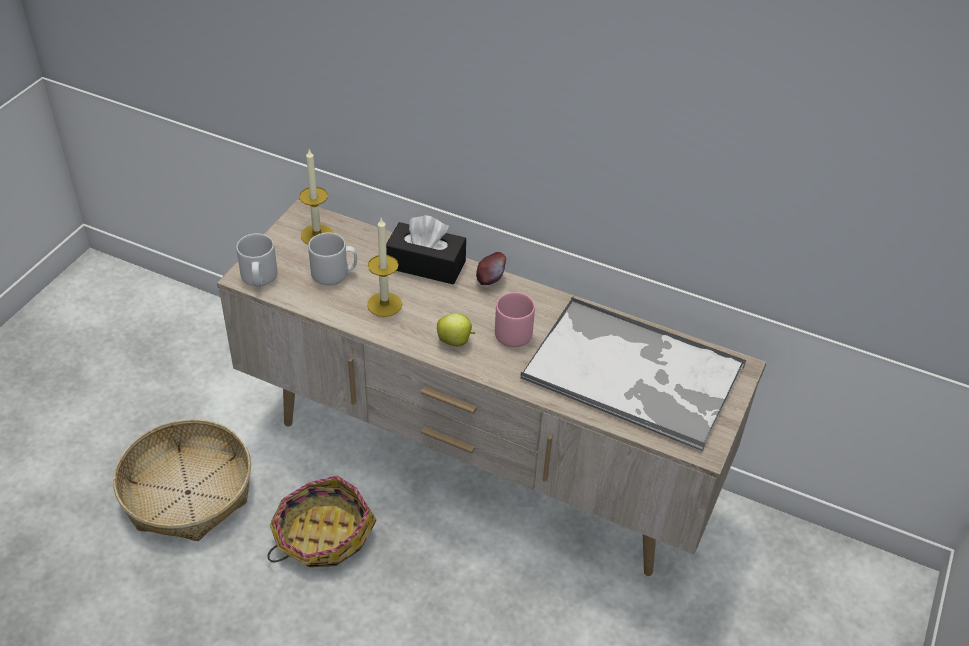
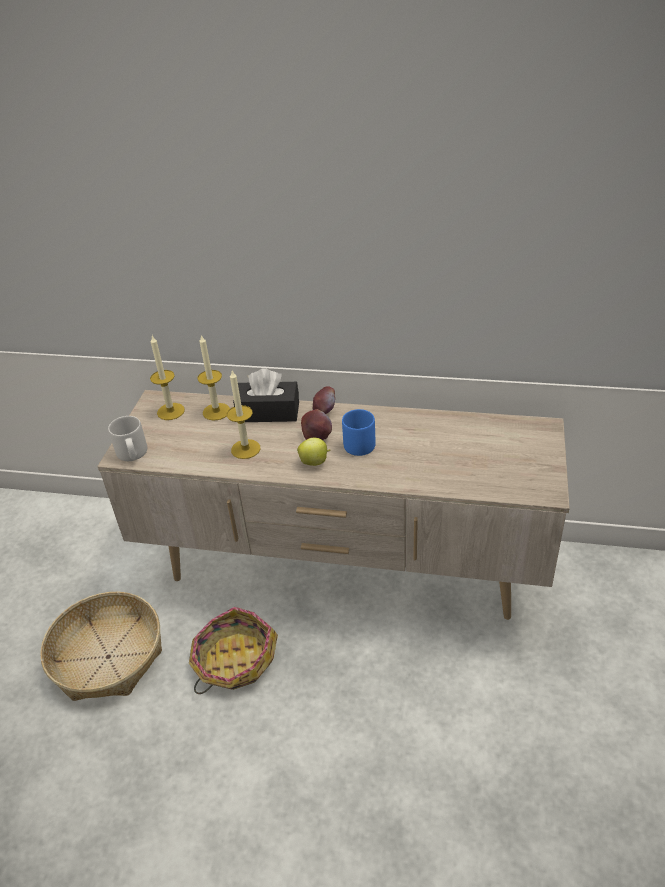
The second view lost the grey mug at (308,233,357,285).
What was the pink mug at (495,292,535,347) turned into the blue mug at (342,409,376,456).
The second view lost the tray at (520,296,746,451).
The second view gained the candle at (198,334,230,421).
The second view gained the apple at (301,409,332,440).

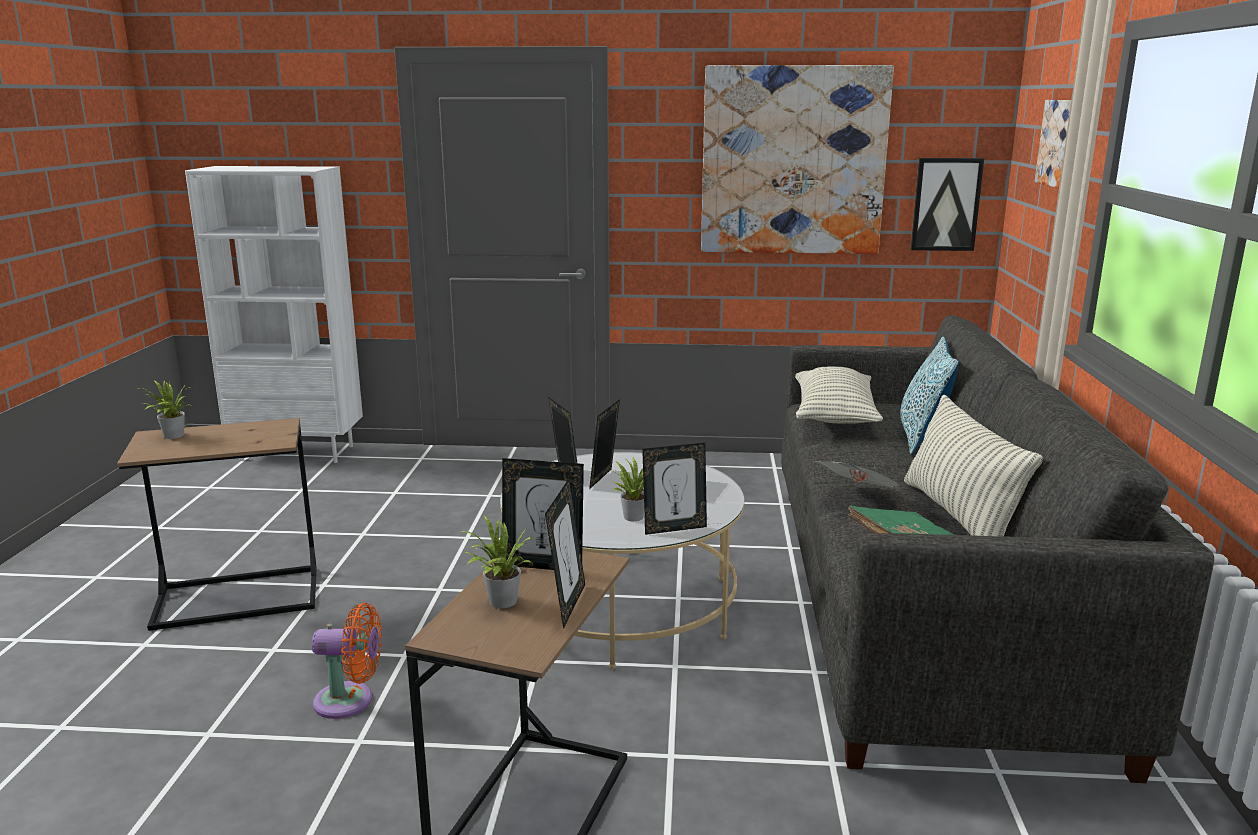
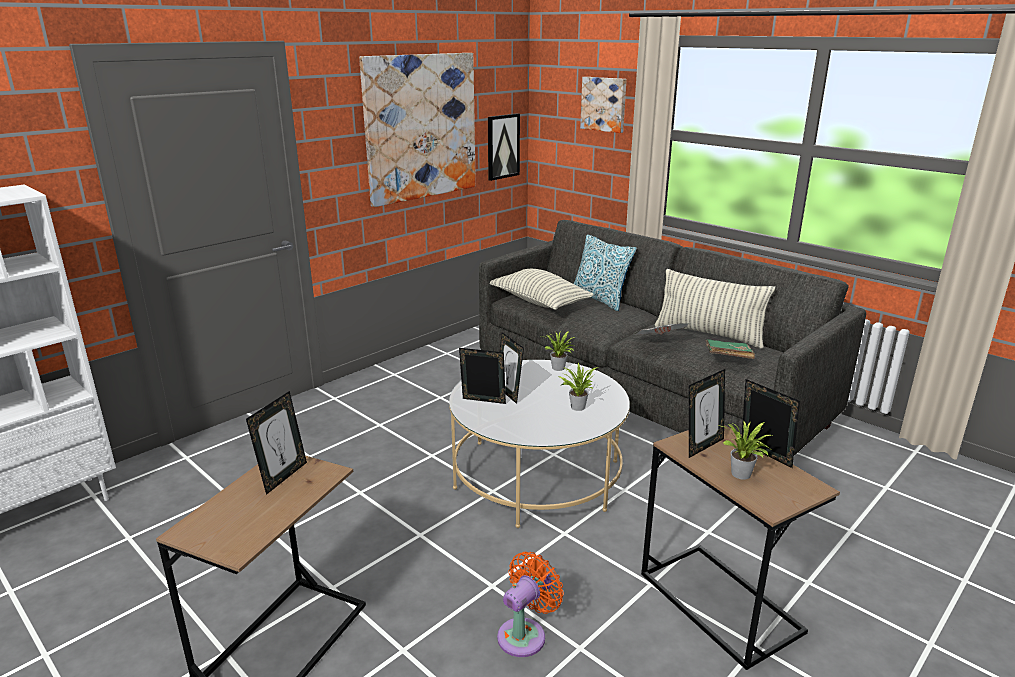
The potted plant ended up elsewhere, having gone from (135,380,190,439) to (539,331,575,371).
The picture frame ended up elsewhere, having gone from (642,443,707,535) to (246,391,307,495).

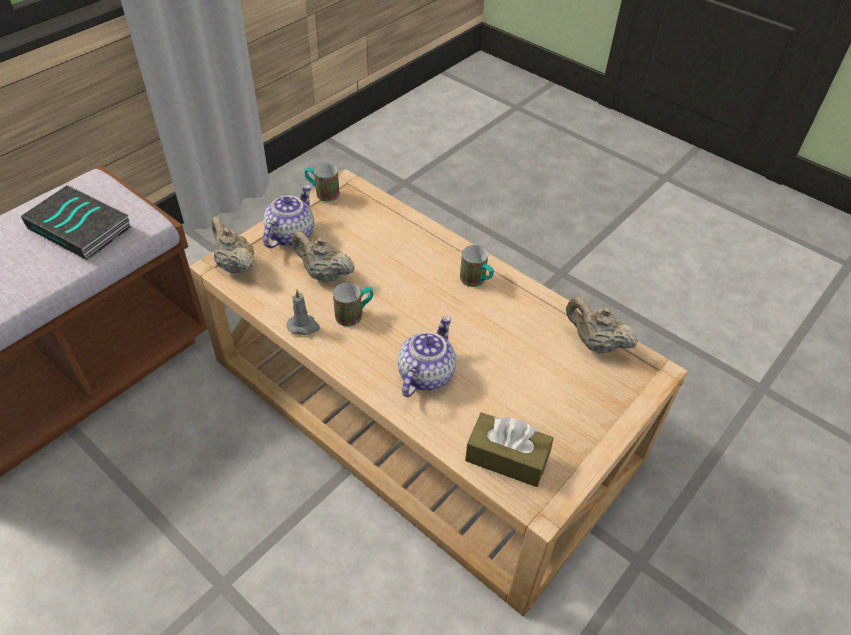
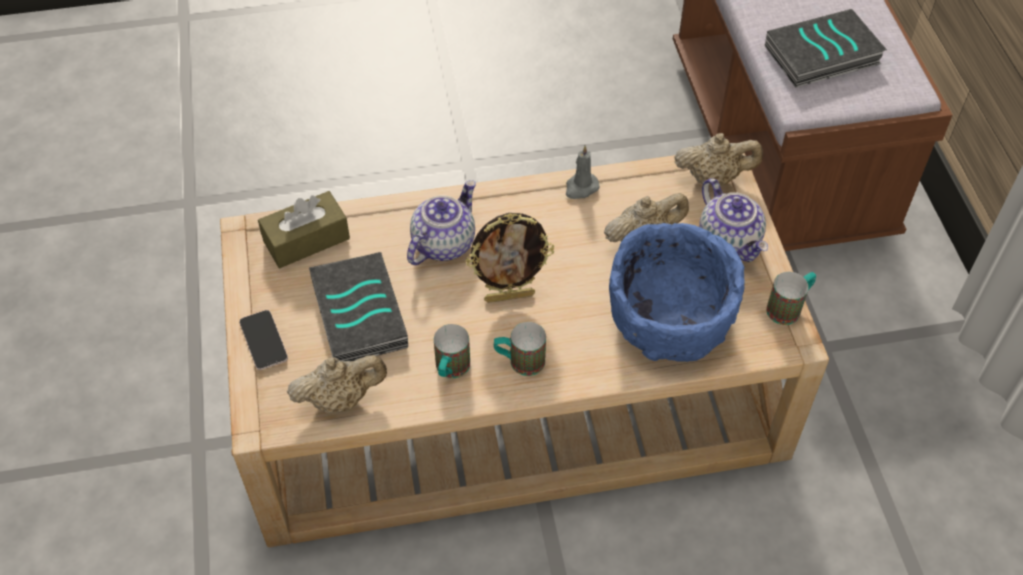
The mug ended up elsewhere, having gone from (333,283,373,327) to (434,324,470,378).
The teapot at (398,316,456,397) ended up facing another way, 120 degrees counterclockwise from before.
The second view gained the phone at (239,310,288,370).
The second view gained the book at (309,252,408,361).
The second view gained the picture frame at (466,213,554,303).
The second view gained the blue bowl at (609,223,745,362).

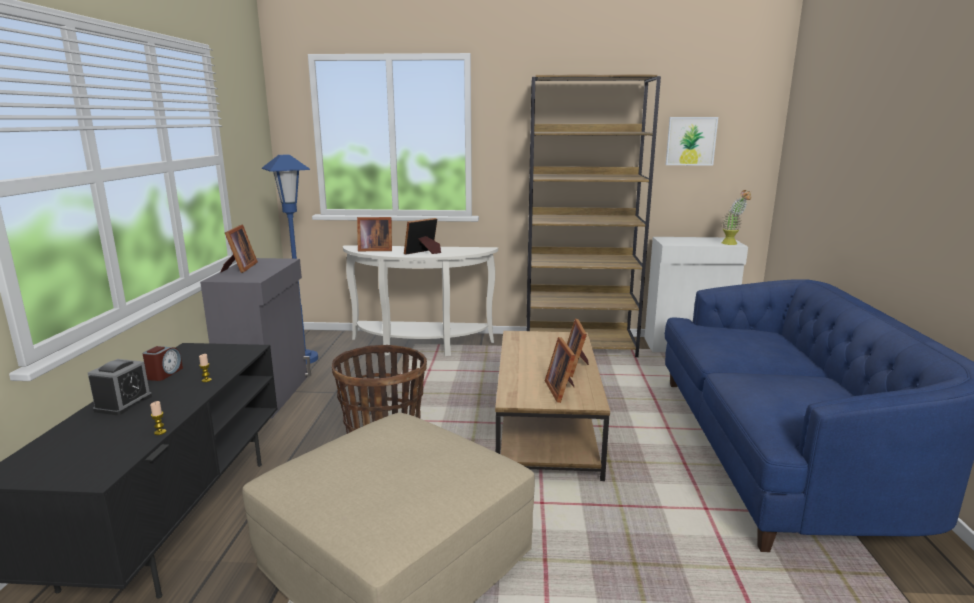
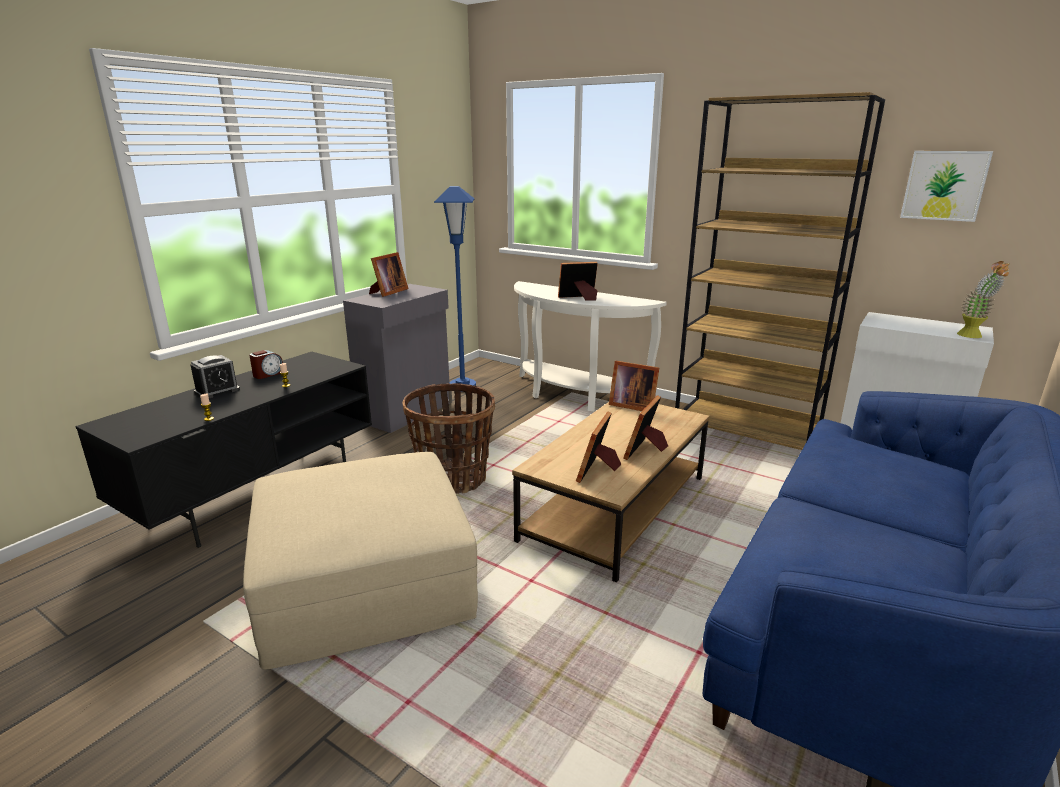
The picture frame ended up elsewhere, having gone from (357,217,392,251) to (609,361,659,411).

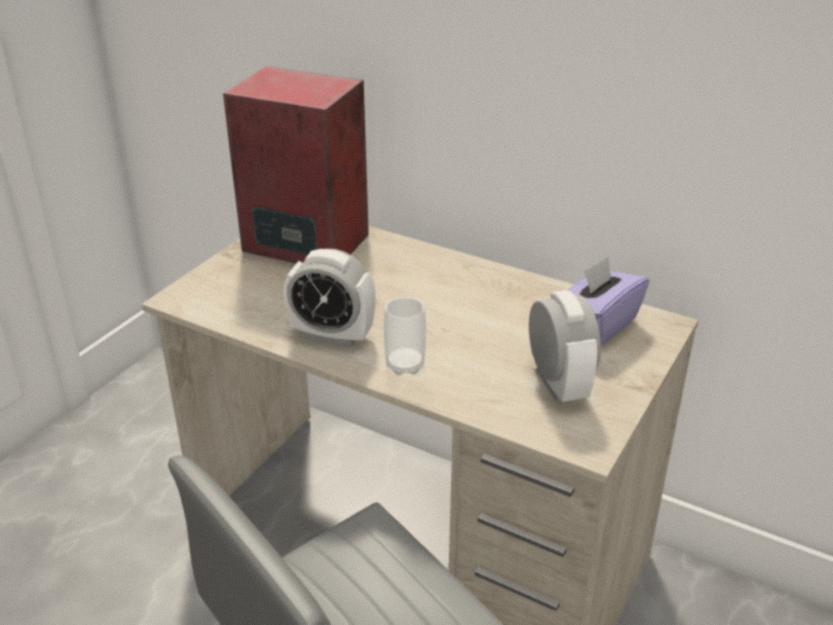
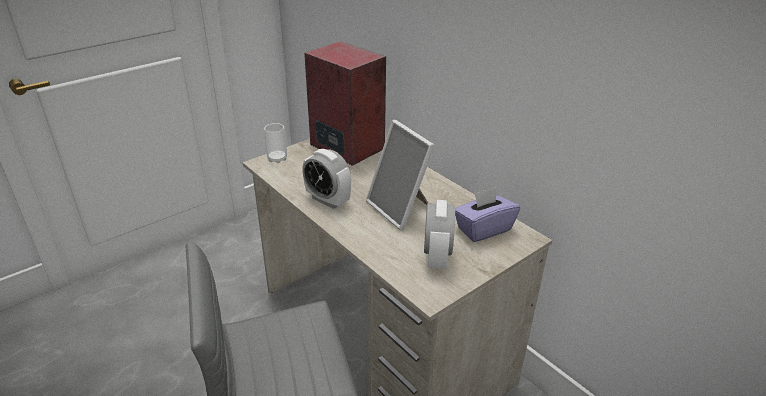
The cup ended up elsewhere, having gone from (384,297,426,375) to (264,123,287,163).
The second view gained the picture frame at (366,120,435,230).

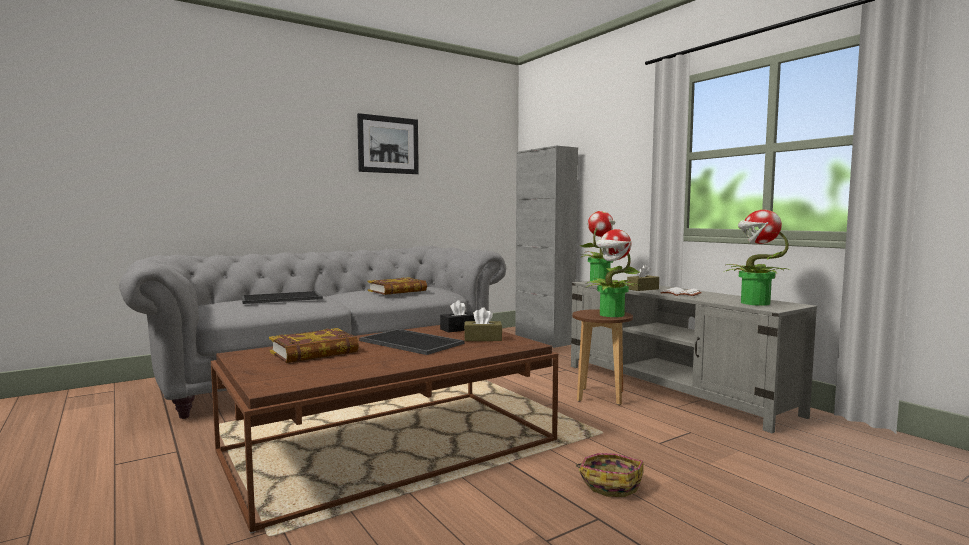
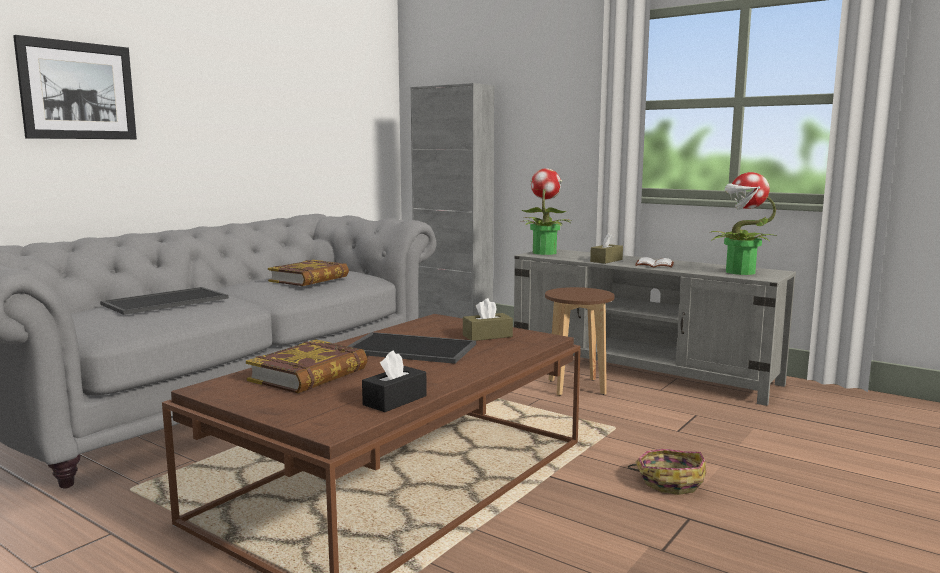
The picture ended up elsewhere, having gone from (357,113,419,174) to (13,35,137,139).
The black tissue box ended up elsewhere, having gone from (440,300,475,333) to (362,350,427,412).
The second view lost the potted plant at (585,229,640,317).

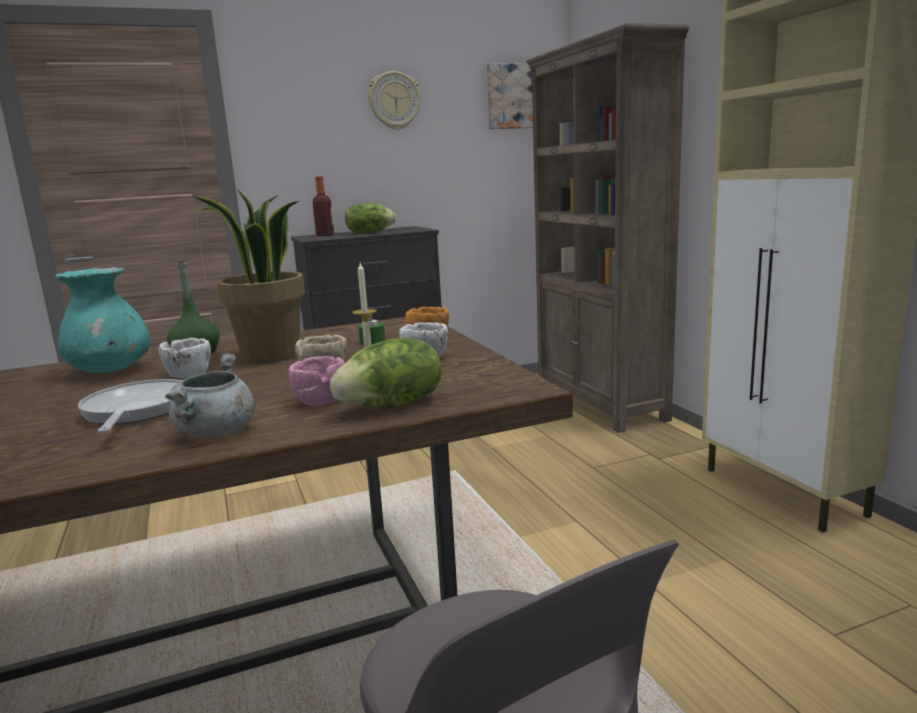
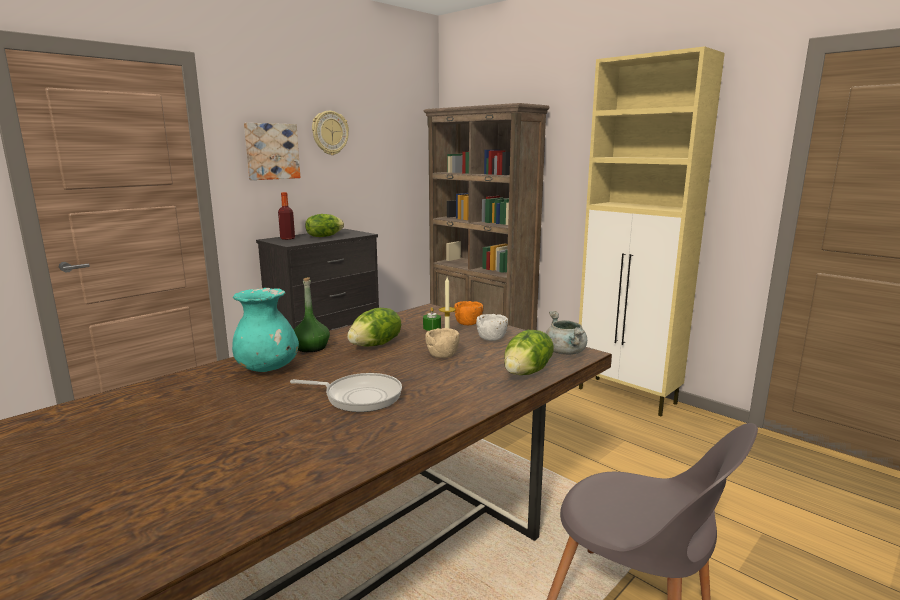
The frying pan at (78,379,182,433) ended up facing another way, 135 degrees clockwise from before.
The second view lost the white bowl at (159,338,211,378).
The grey cooking pot ended up elsewhere, having gone from (165,353,255,437) to (546,311,587,355).
Where the potted plant stood at (193,189,305,363), the lettuce came to stand at (347,308,401,347).
The second view lost the pink bowl at (288,356,345,406).
The picture ended up elsewhere, having gone from (487,64,533,129) to (244,123,300,180).

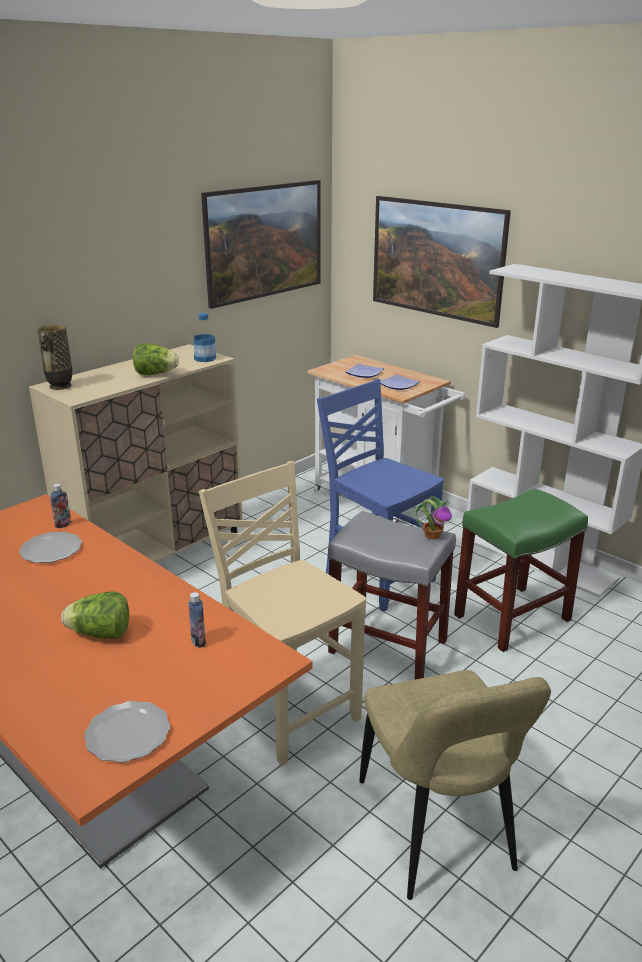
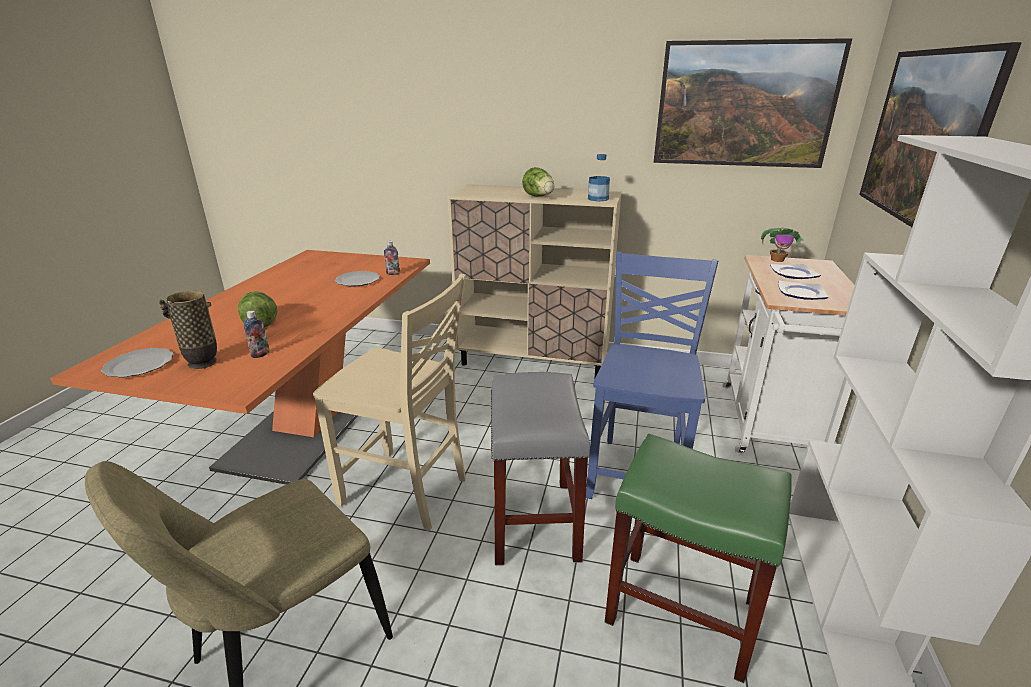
The vase ended up elsewhere, having gone from (37,325,72,390) to (159,291,217,369).
The beige chair at (199,461,366,766) ended up facing another way, 90 degrees clockwise from before.
The potted plant ended up elsewhere, having gone from (415,496,452,540) to (761,227,804,262).

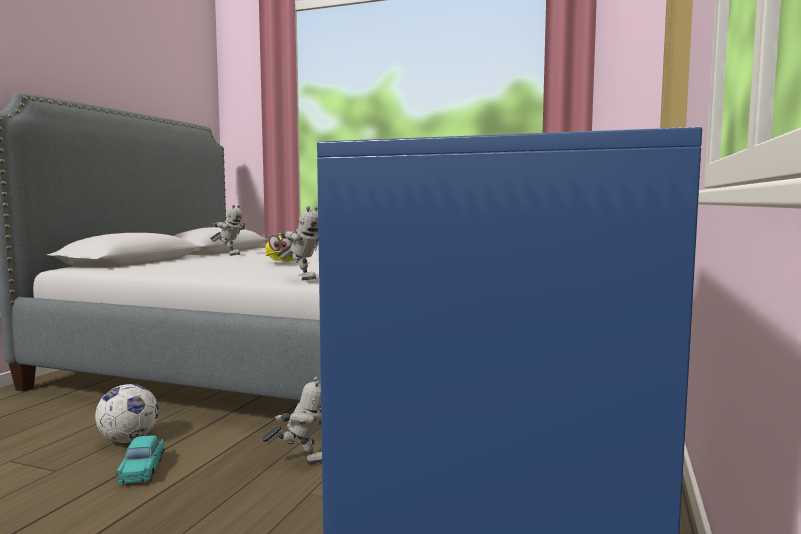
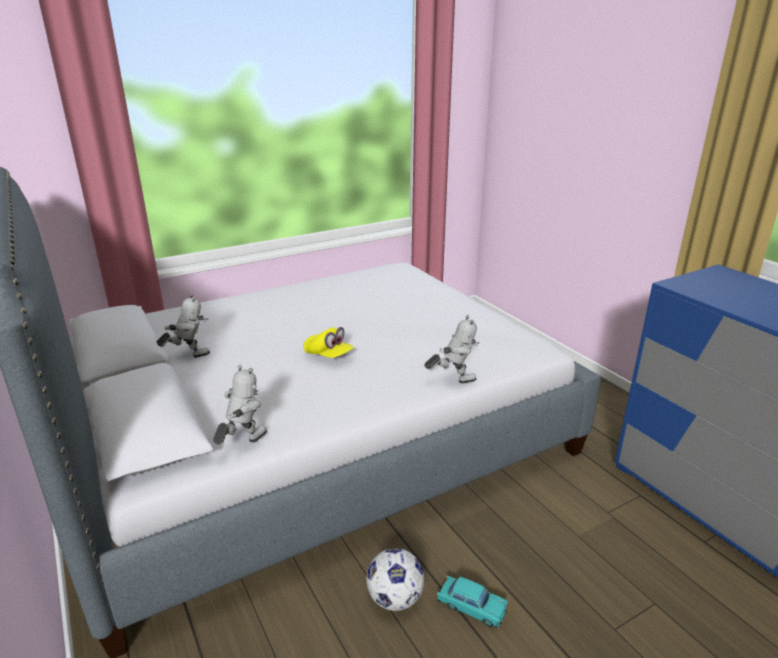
The toy robot ended up elsewhere, having gone from (262,377,322,464) to (213,365,267,445).

